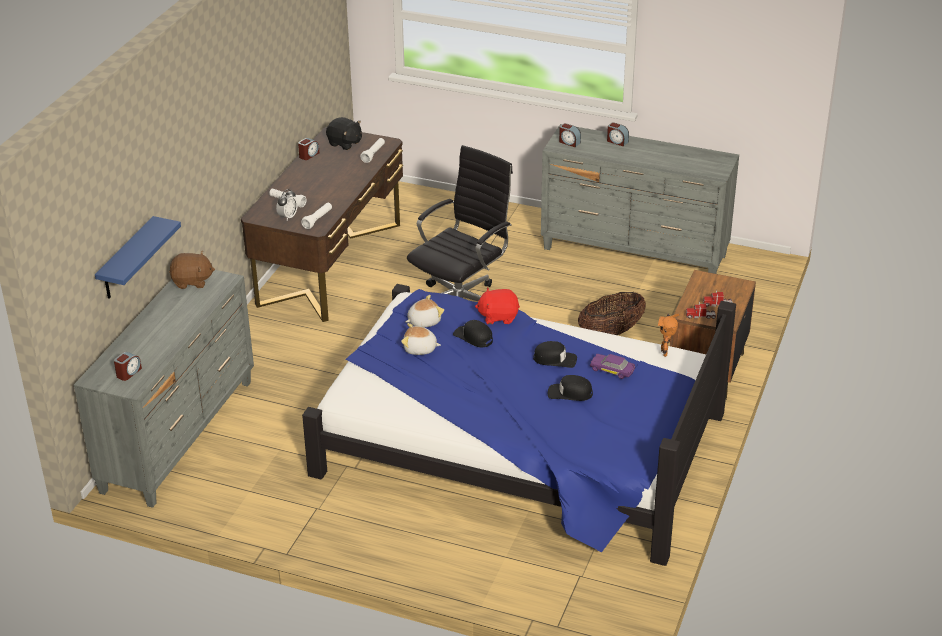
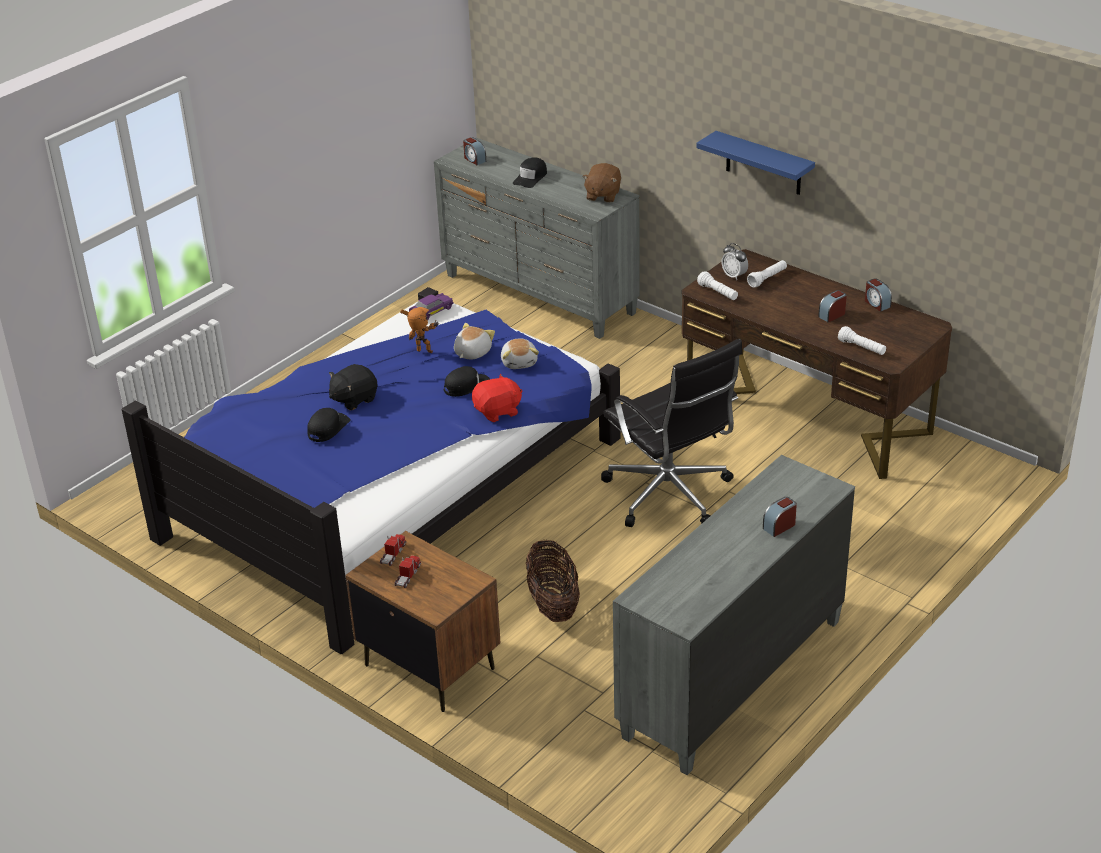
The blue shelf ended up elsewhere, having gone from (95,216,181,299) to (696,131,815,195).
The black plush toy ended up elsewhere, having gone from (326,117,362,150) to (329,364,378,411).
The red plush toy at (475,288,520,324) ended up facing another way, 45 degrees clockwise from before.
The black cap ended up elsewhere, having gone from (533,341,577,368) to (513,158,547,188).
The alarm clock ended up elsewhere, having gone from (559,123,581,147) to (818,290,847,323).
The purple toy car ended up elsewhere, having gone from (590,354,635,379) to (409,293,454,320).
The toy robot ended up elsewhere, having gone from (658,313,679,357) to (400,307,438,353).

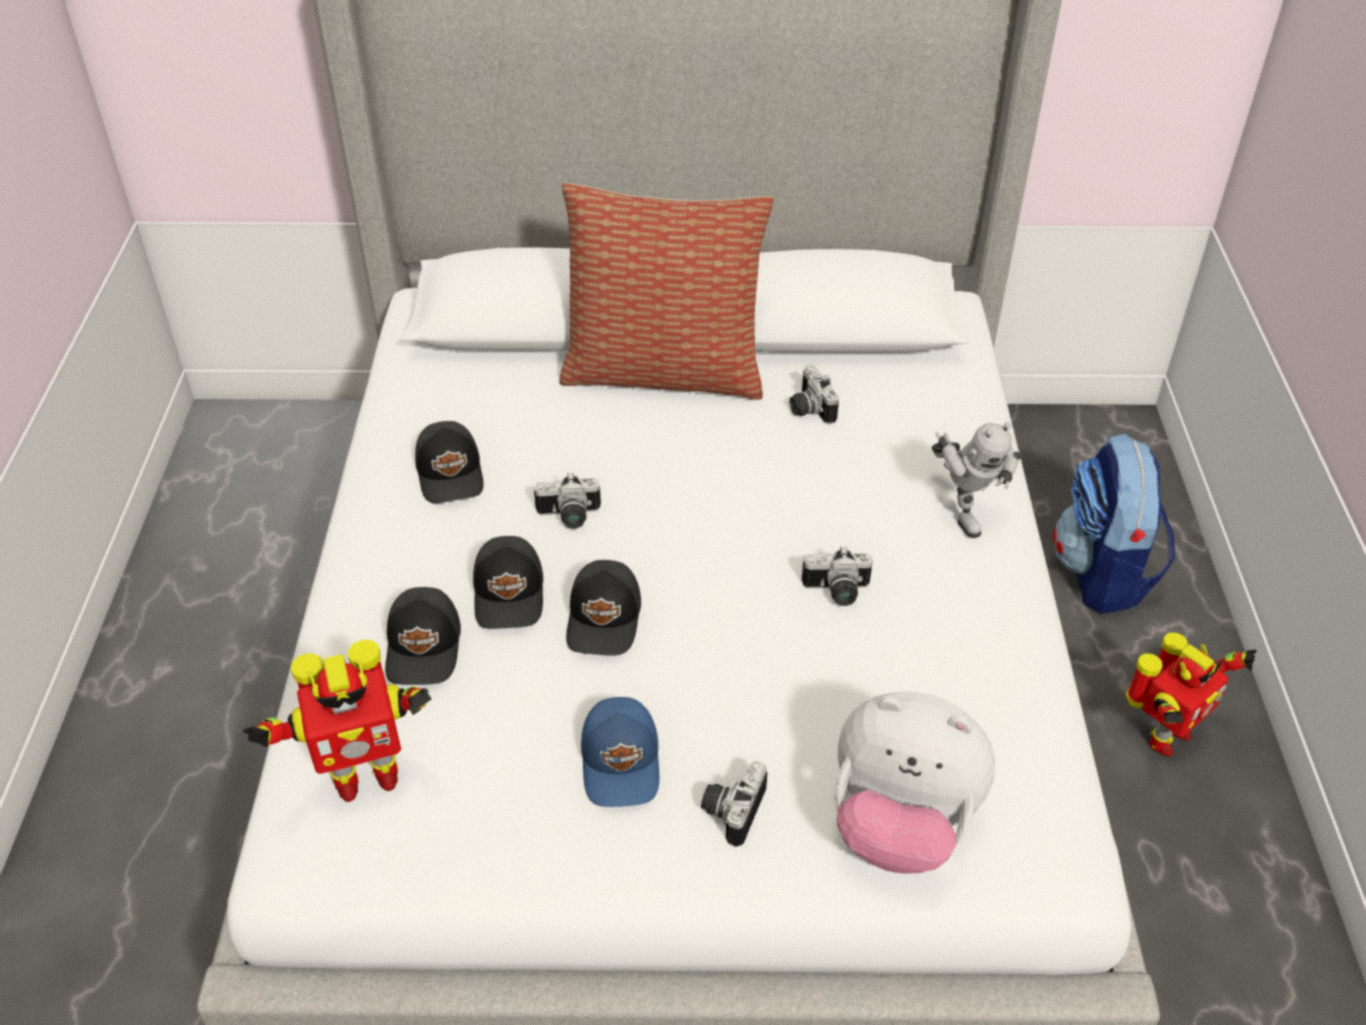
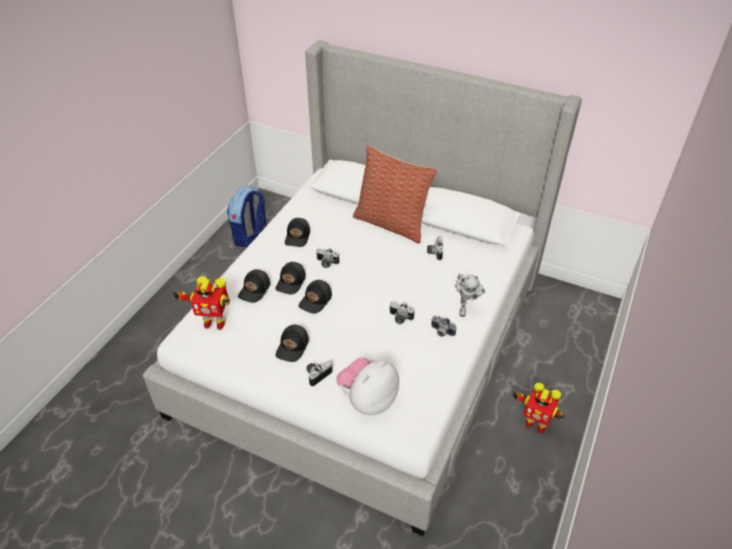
What was the blue cap at (581,697,659,807) turned into the black cap at (276,324,309,362).
The plush toy at (835,692,995,874) ended up facing another way, 90 degrees clockwise from before.
The backpack ended up elsewhere, having gone from (1053,434,1175,613) to (227,185,267,247).
The toy robot at (1126,632,1257,757) ended up facing another way, 45 degrees clockwise from before.
The second view gained the photo camera at (431,316,457,337).

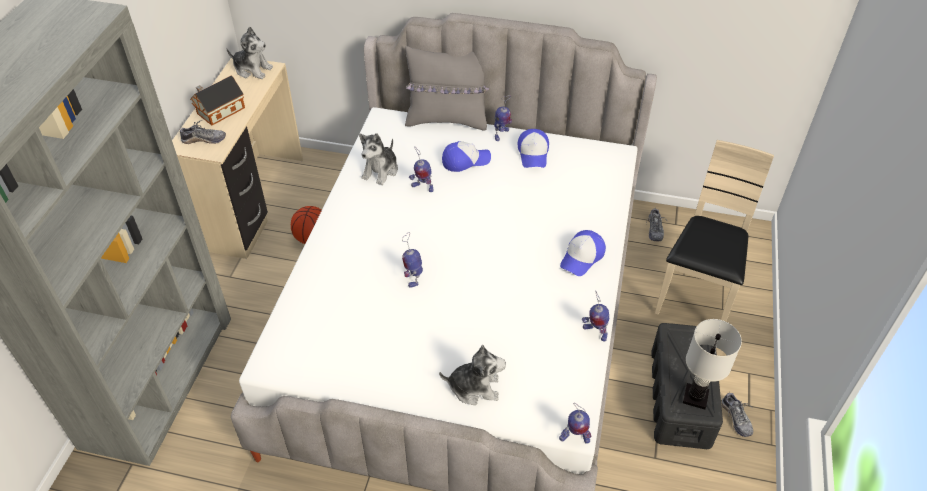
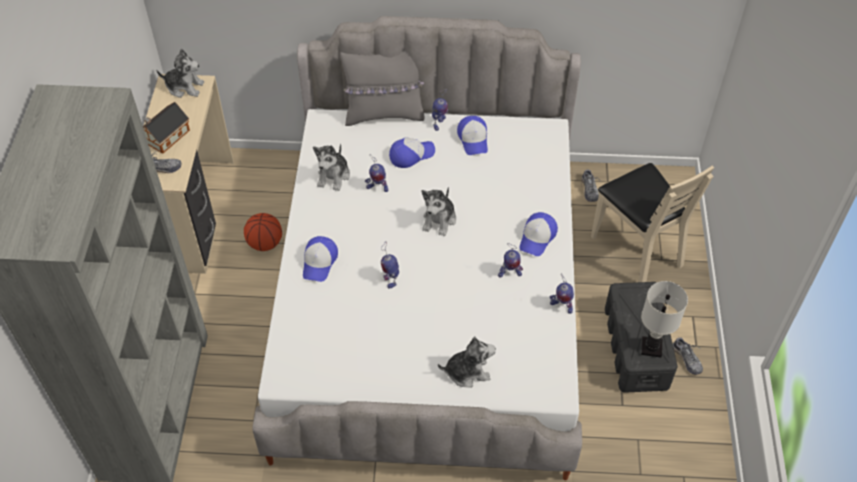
The toy robot ended up elsewhere, having gone from (559,403,591,444) to (498,243,523,277).
The beige chair at (655,140,774,321) ended up facing another way, 135 degrees clockwise from before.
The second view gained the cap at (303,236,338,282).
The second view gained the plush toy at (421,187,456,236).

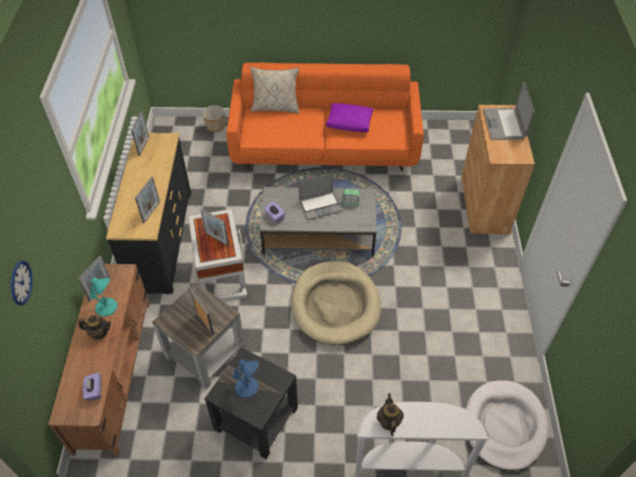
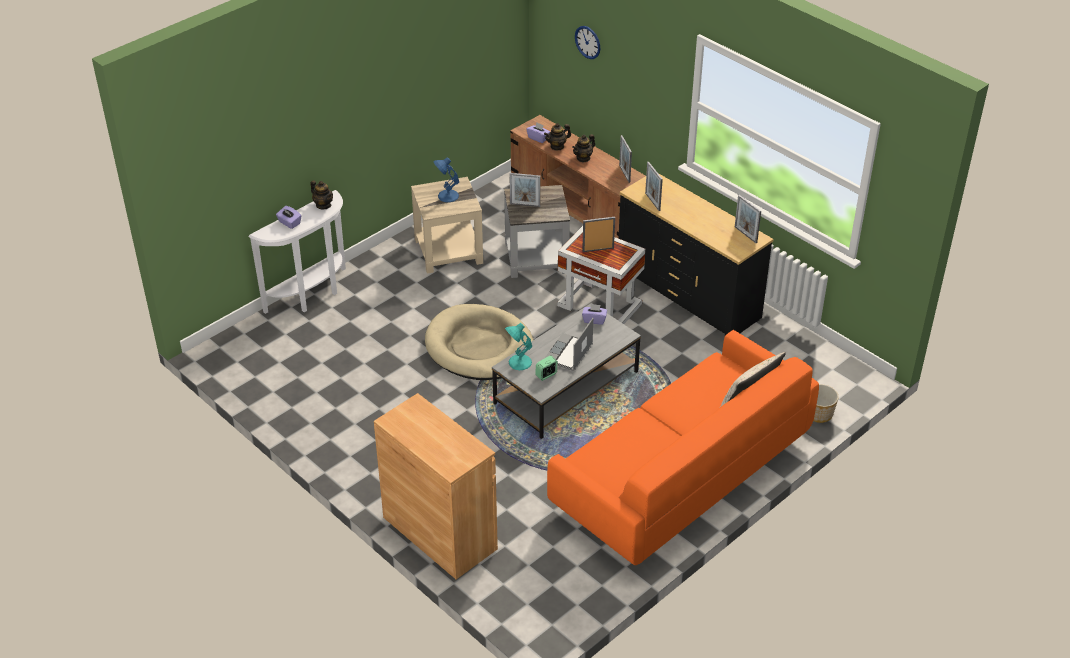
The turquoise table lamp ended up elsewhere, having gone from (89,277,118,317) to (505,323,532,370).
What was the black side table at (205,347,298,459) turned into the beige side table at (411,177,483,274).
The second view lost the purple pillow at (326,103,373,132).
The second view lost the white dog bed at (465,380,548,471).
The second view lost the laptop at (483,82,535,140).
The second view gained the purple tissue box at (276,206,301,229).
The second view gained the teapot at (544,123,571,151).

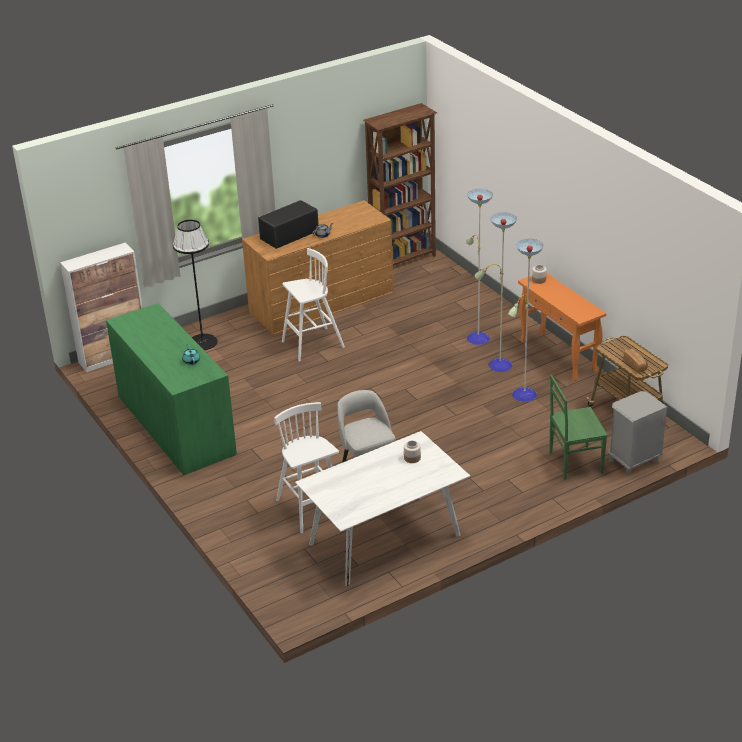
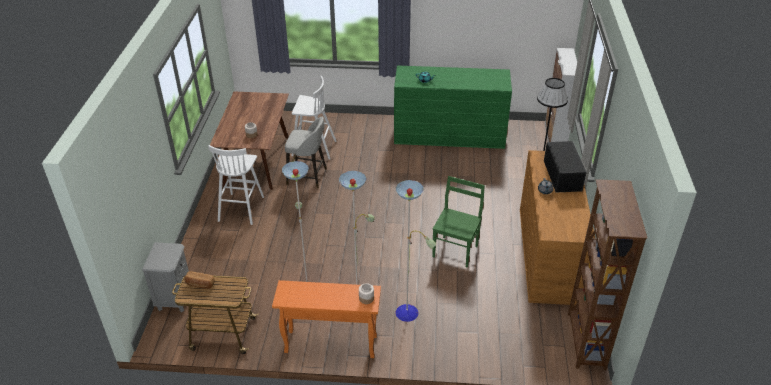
The white stool ended up elsewhere, having gone from (282,248,345,361) to (208,145,264,225).
What was the white dining table at (295,431,470,586) turned into the brown dining table at (210,91,289,190).
The green chair ended up elsewhere, having gone from (549,374,608,480) to (432,176,485,268).

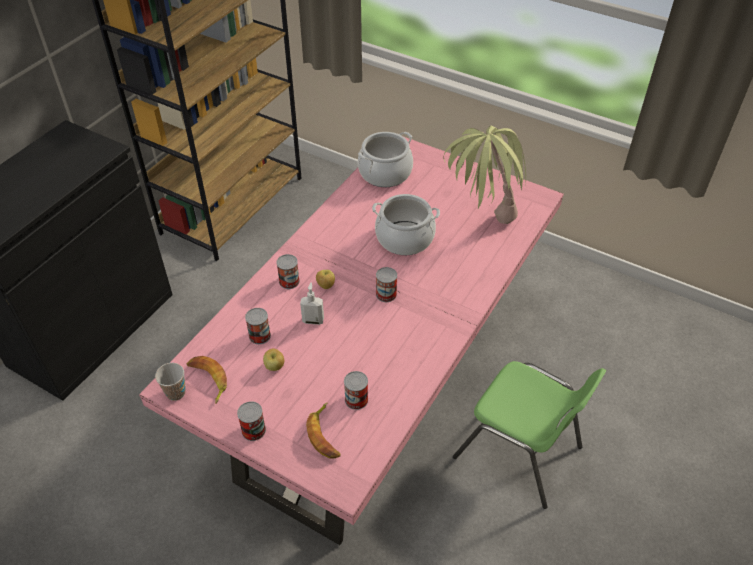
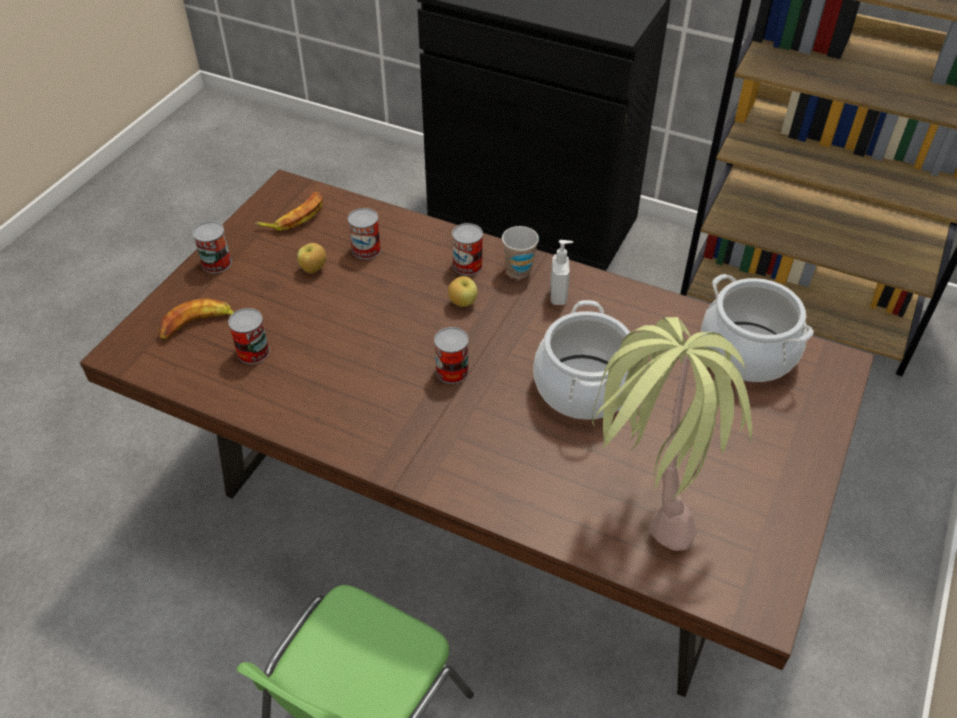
What was the pink dining table at (139,137,564,545) turned into the brown dining table at (80,169,874,697).
The cup ended up elsewhere, having gone from (155,363,186,401) to (502,226,539,278).
The soap dispenser ended up elsewhere, having gone from (300,282,324,325) to (550,240,573,305).

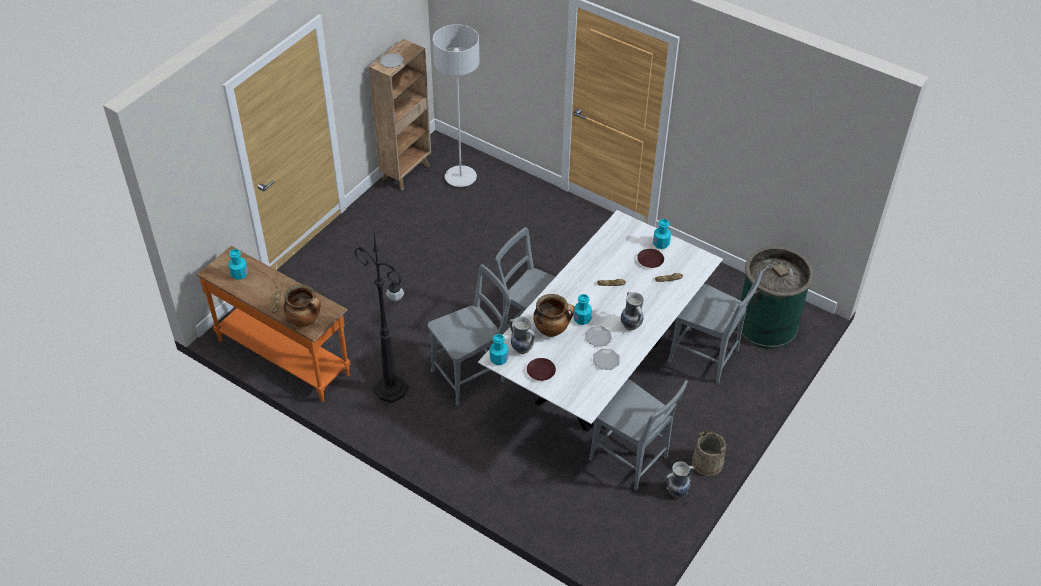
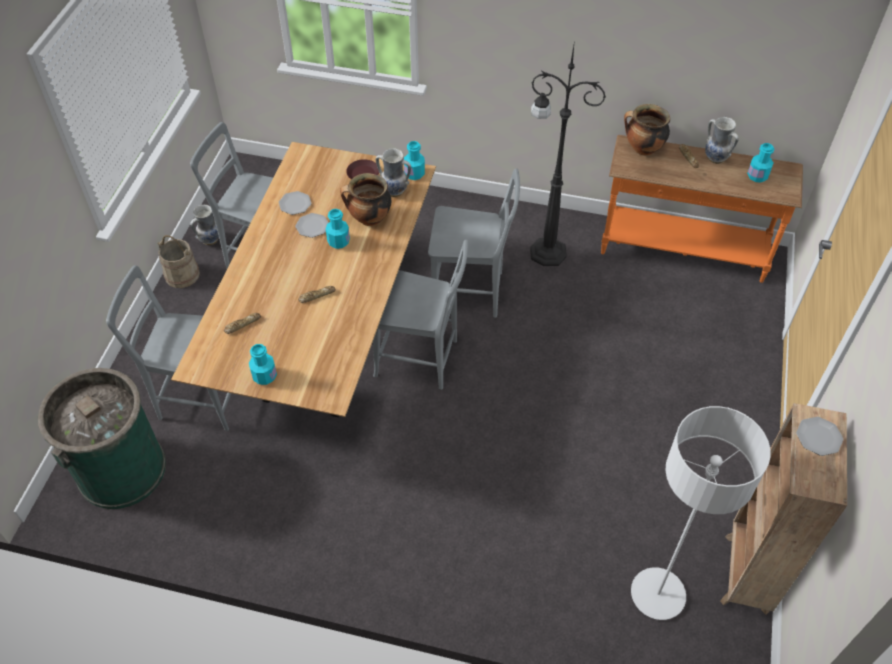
The grey chair at (428,264,511,406) ended up facing another way, 120 degrees counterclockwise from before.
What was the white dining table at (478,210,723,432) turned into the brown dining table at (171,142,436,417).
The vase ended up elsewhere, having gone from (621,292,644,330) to (705,117,739,164).
The second view lost the brown plate at (637,249,664,268).

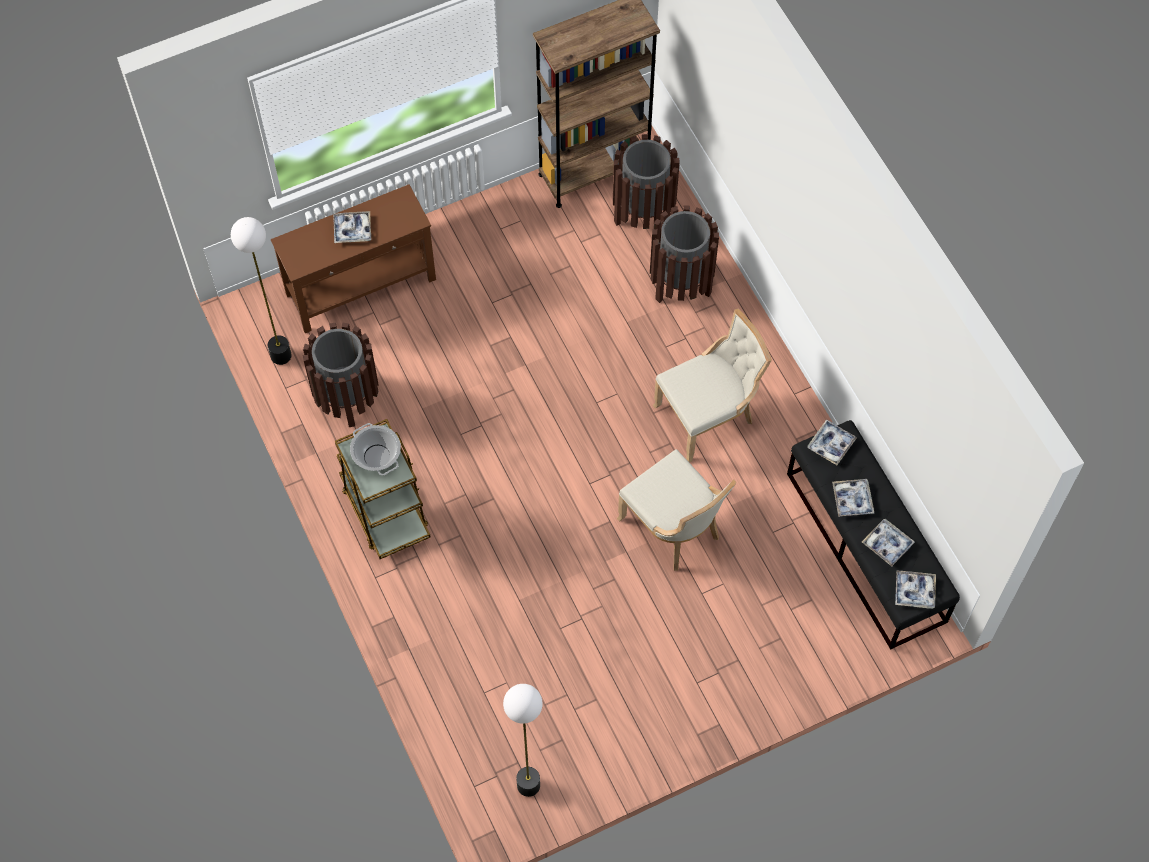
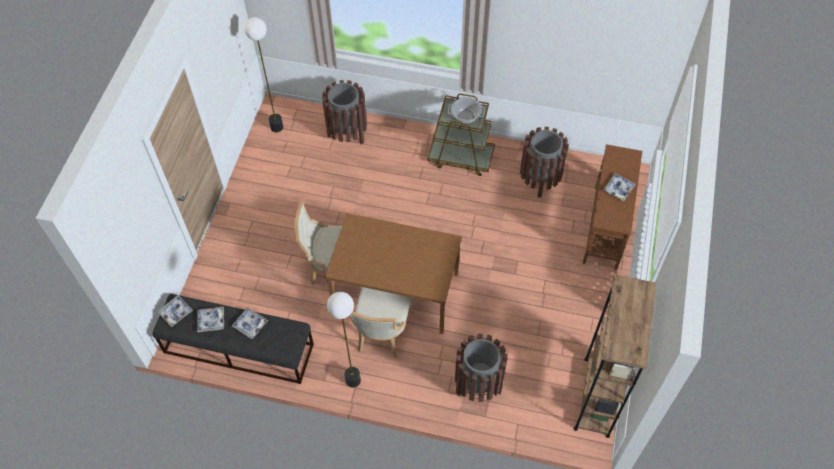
The floor lamp ended up elsewhere, having gone from (231,217,292,365) to (327,292,361,387).
The brown trash can ended up elsewhere, having gone from (613,134,680,229) to (322,80,367,144).
The second view lost the tray at (807,419,857,465).
The second view gained the brown dining table at (325,213,462,334).

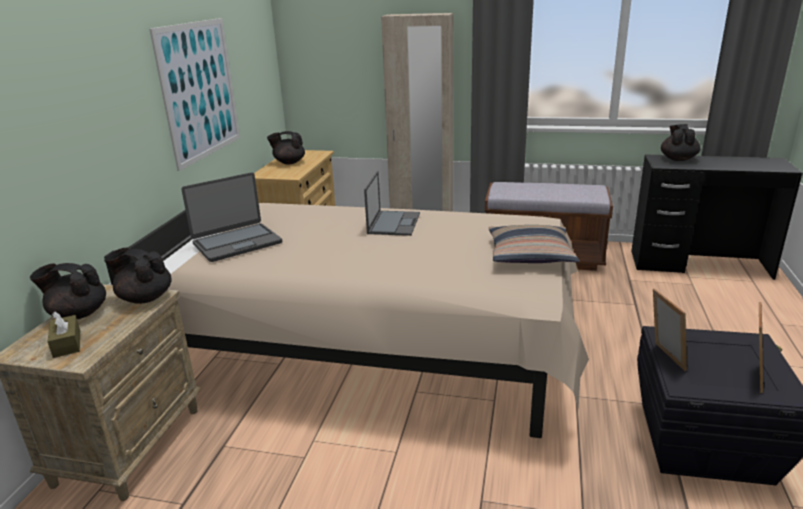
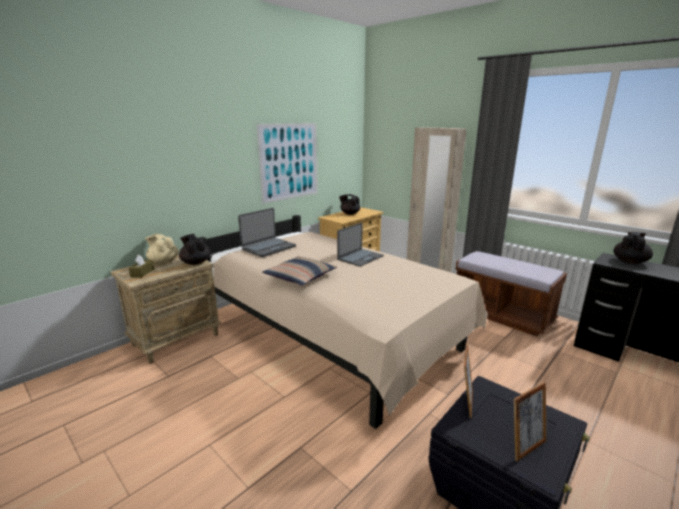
What was the black teapot at (30,263,106,319) turned into the beige teapot at (145,234,179,264).
The laptop at (181,172,282,262) ended up facing another way, 45 degrees counterclockwise from before.
The pillow ended up elsewhere, having gone from (489,225,579,263) to (262,256,337,286).

